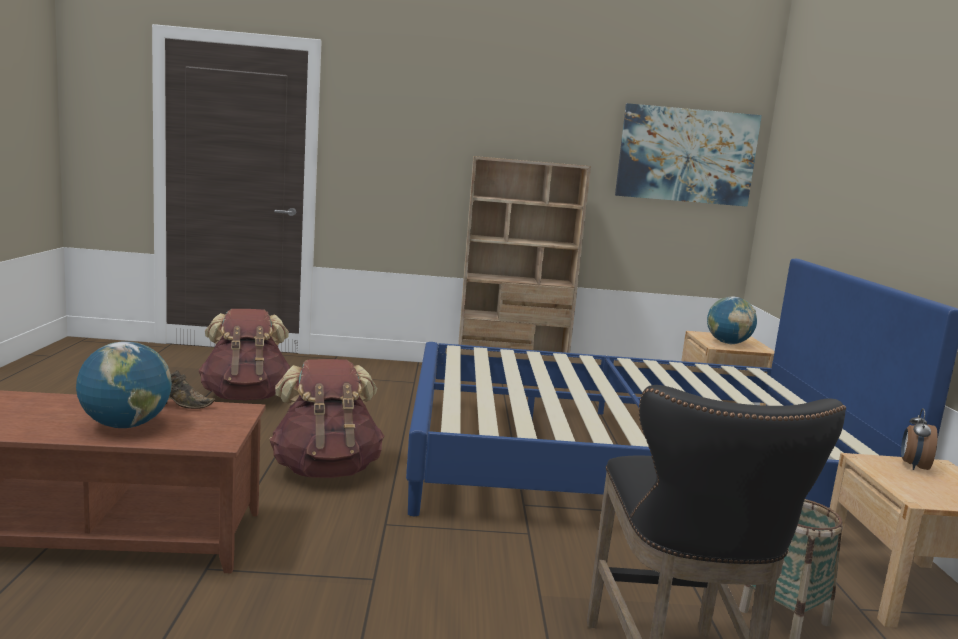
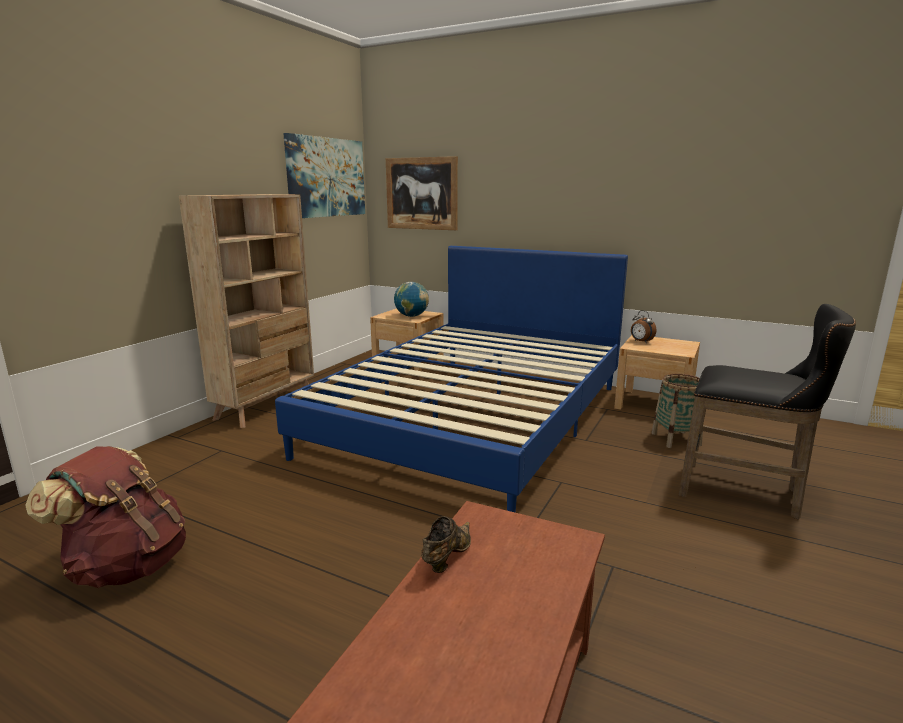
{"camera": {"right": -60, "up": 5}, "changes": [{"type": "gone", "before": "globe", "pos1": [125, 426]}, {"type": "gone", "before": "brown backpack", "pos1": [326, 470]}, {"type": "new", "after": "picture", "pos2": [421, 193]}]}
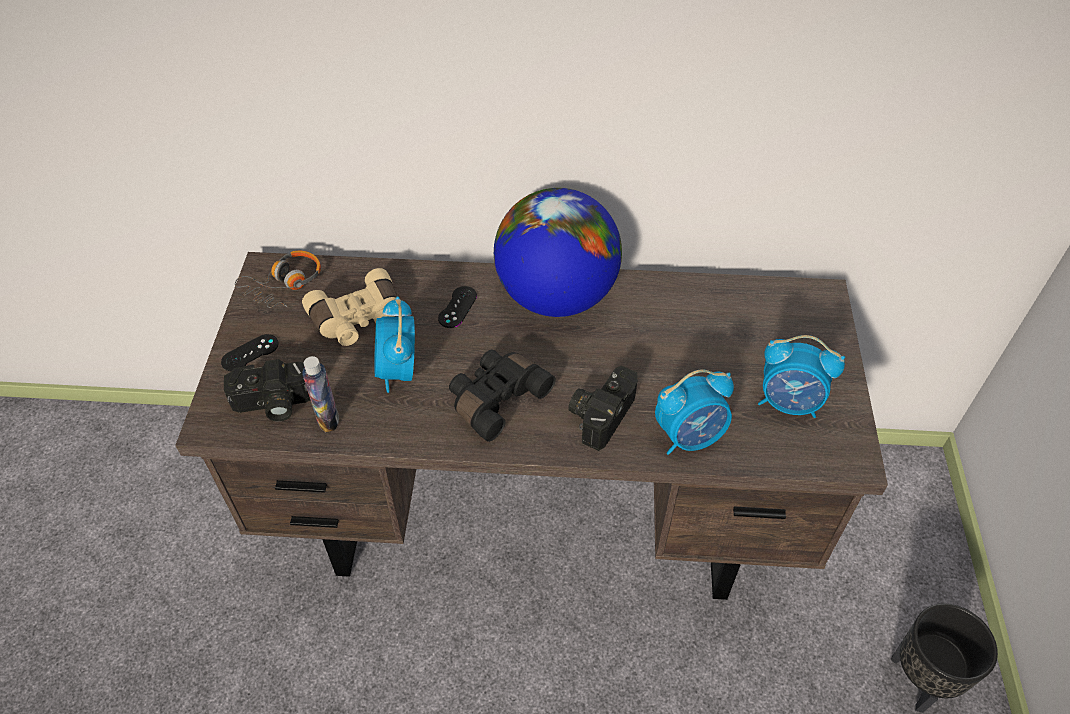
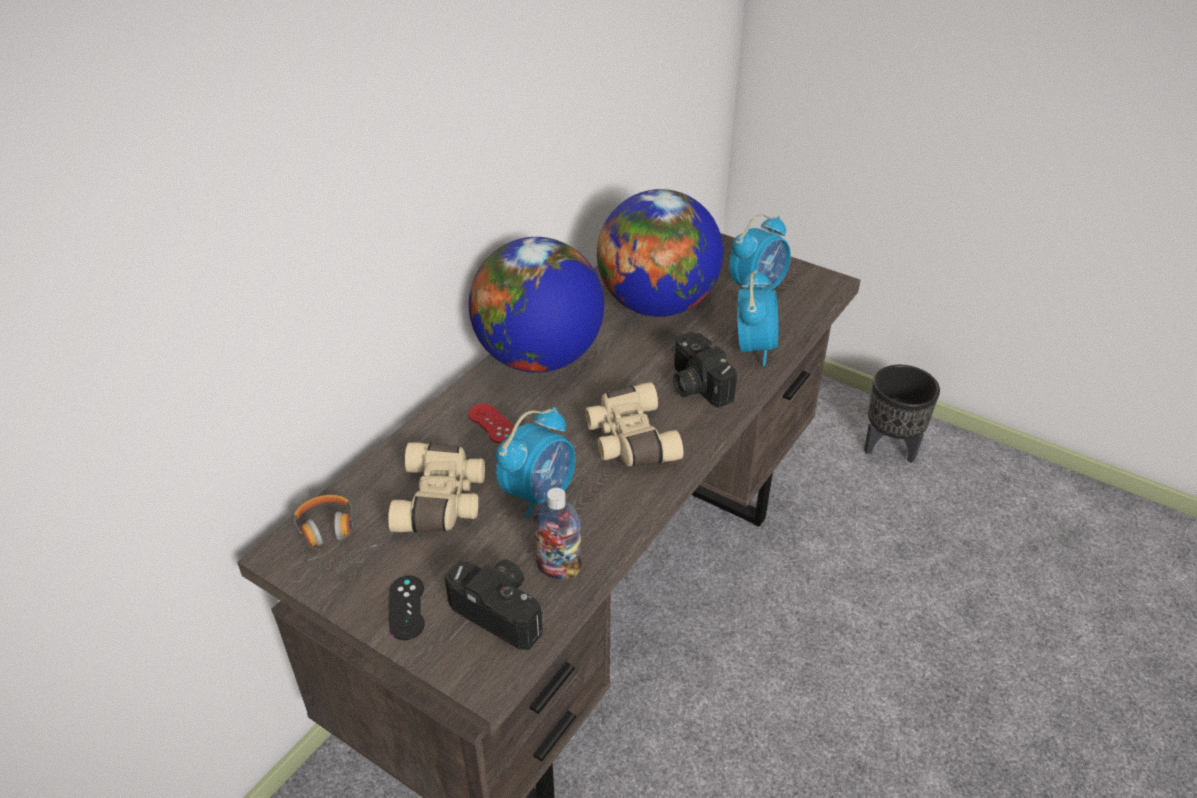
{"camera": {"right": -60, "up": -10}, "changes": [{"type": "rotated", "before": "photo camera", "pos1": [273, 405], "pos2": [503, 610], "turn": -75}, {"type": "rotated", "before": "alarm clock", "pos1": [398, 371], "pos2": [539, 494], "turn": -75}, {"type": "repainted", "before": "black game controller", "after": "red game controller", "pos1": [457, 307], "pos2": [492, 423]}, {"type": "repainted", "before": "black binoculars", "after": "beige binoculars", "pos1": [496, 398], "pos2": [628, 439]}, {"type": "new", "after": "globe", "pos2": [657, 305]}]}
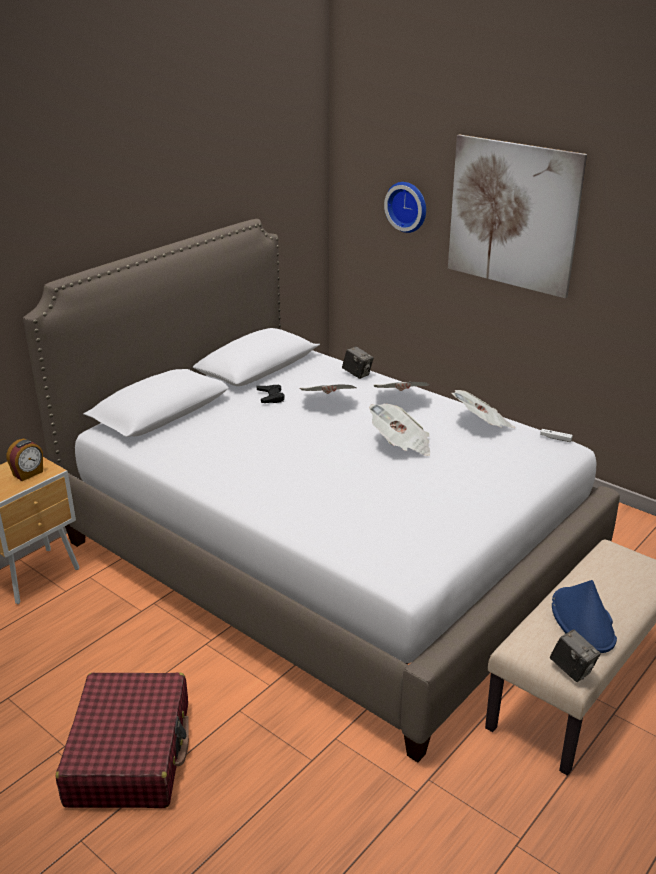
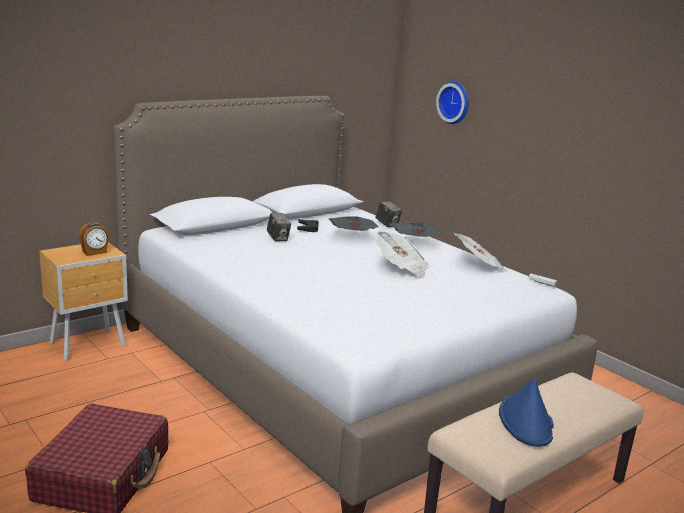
{"camera": {"right": 10, "up": -10}, "changes": [{"type": "gone", "before": "picture", "pos1": [513, 215]}, {"type": "shifted", "before": "photo camera", "pos1": [572, 670], "pos2": [278, 238]}]}
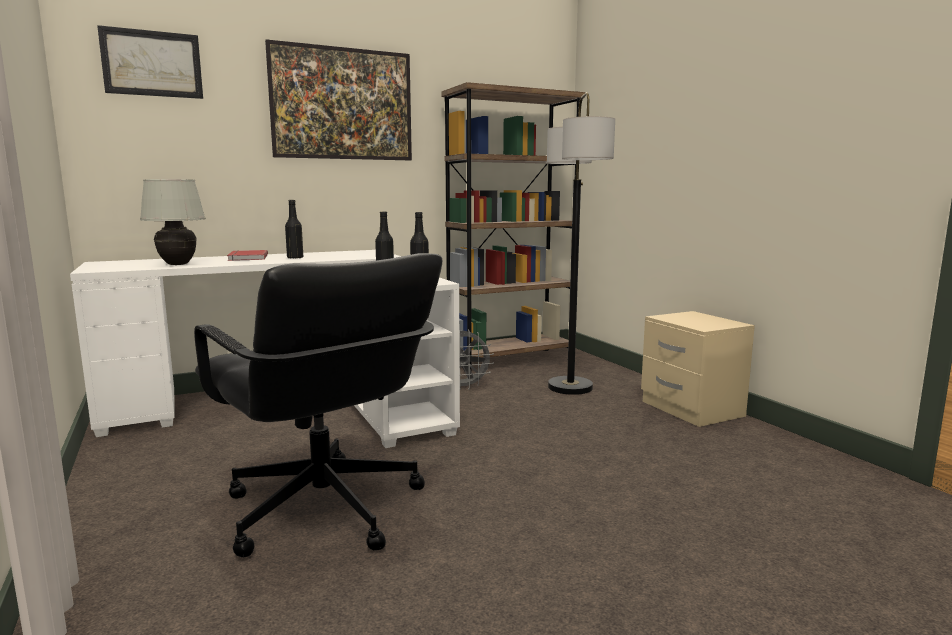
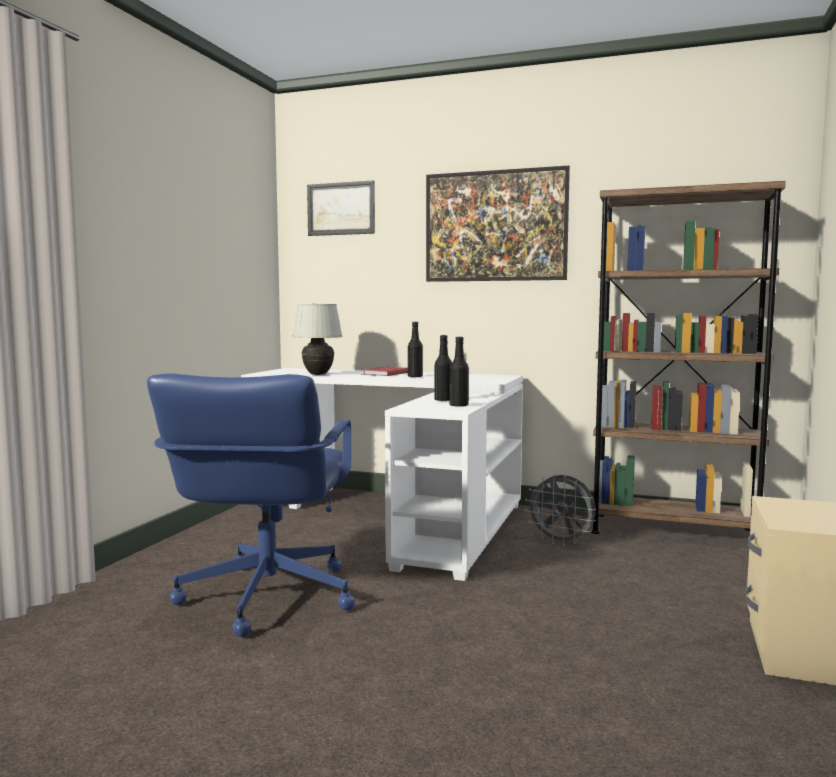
{"camera": {"right": 45, "up": -5}, "changes": [{"type": "repainted", "before": "black office chair", "after": "blue office chair", "pos1": [323, 510], "pos2": [266, 597]}, {"type": "gone", "before": "floor lamp", "pos1": [570, 387]}]}
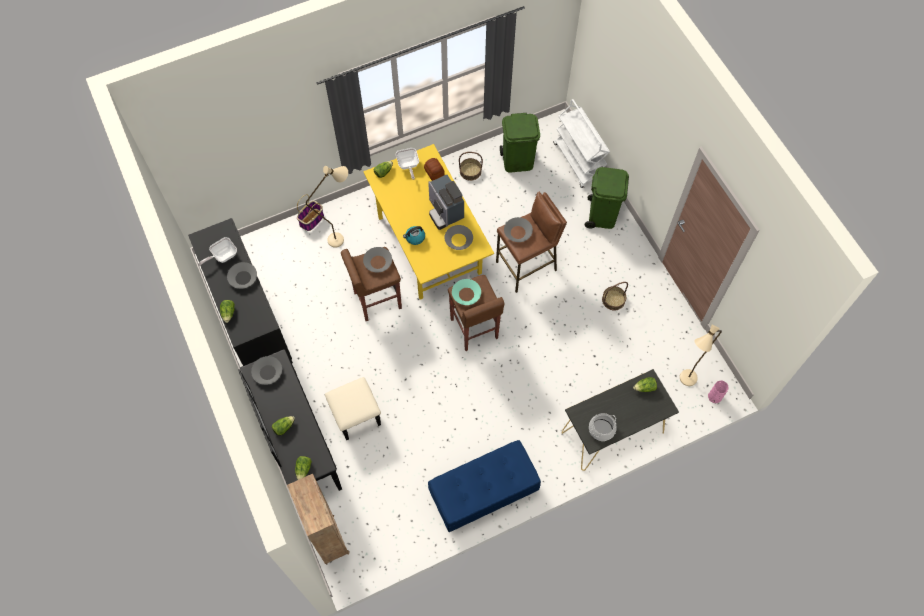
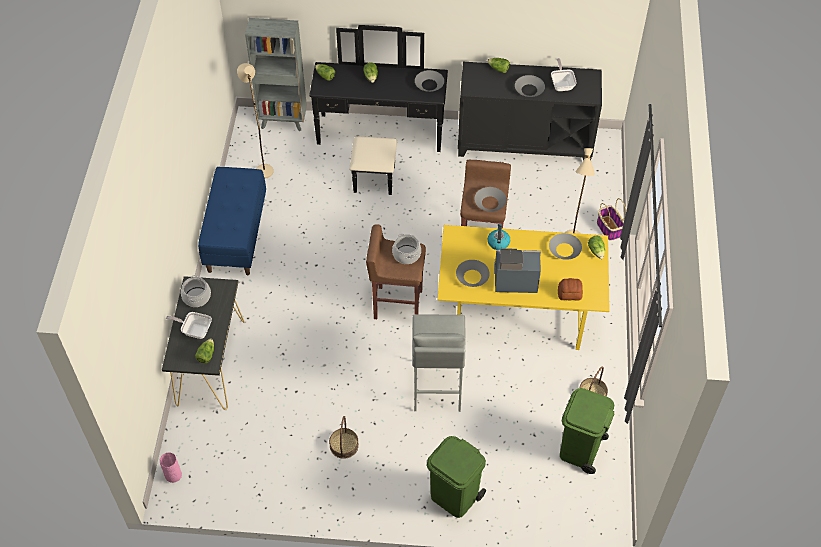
{"camera": {"right": 120, "up": -10}, "changes": [{"type": "repainted", "before": "brown bookcase", "after": "grey bookcase", "pos1": [329, 538], "pos2": [283, 121]}, {"type": "shifted", "before": "frying pan", "pos1": [408, 166], "pos2": [194, 330]}, {"type": "swapped", "before": "turquoise bowl", "after": "cooking pot", "pos1": [466, 294], "pos2": [407, 254]}, {"type": "repainted", "before": "brown stool", "after": "grey stool", "pos1": [527, 267], "pos2": [436, 385]}, {"type": "shifted", "before": "grey bowl", "pos1": [518, 232], "pos2": [564, 249]}, {"type": "gone", "before": "white cart", "pos1": [579, 161]}, {"type": "shifted", "before": "beige floor lamp", "pos1": [684, 383], "pos2": [262, 166]}]}
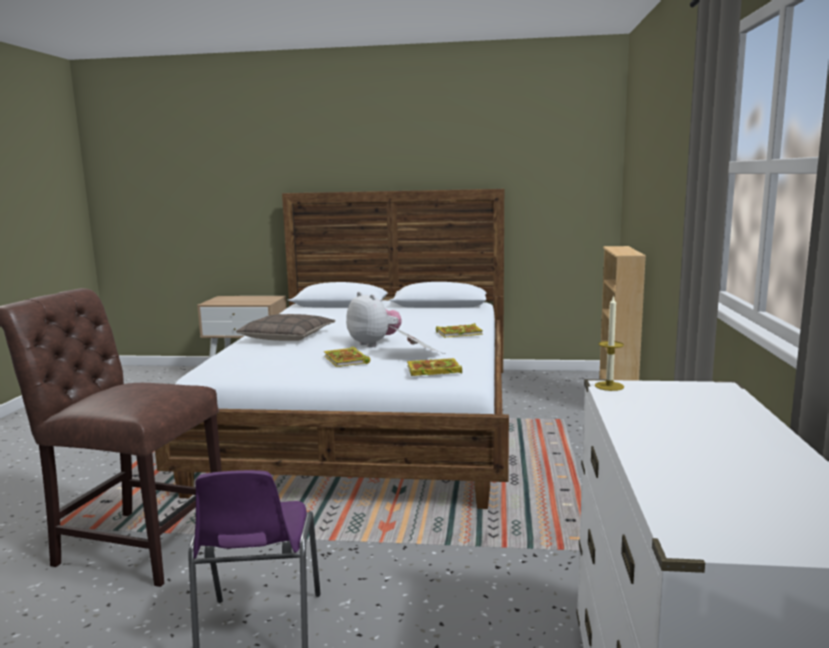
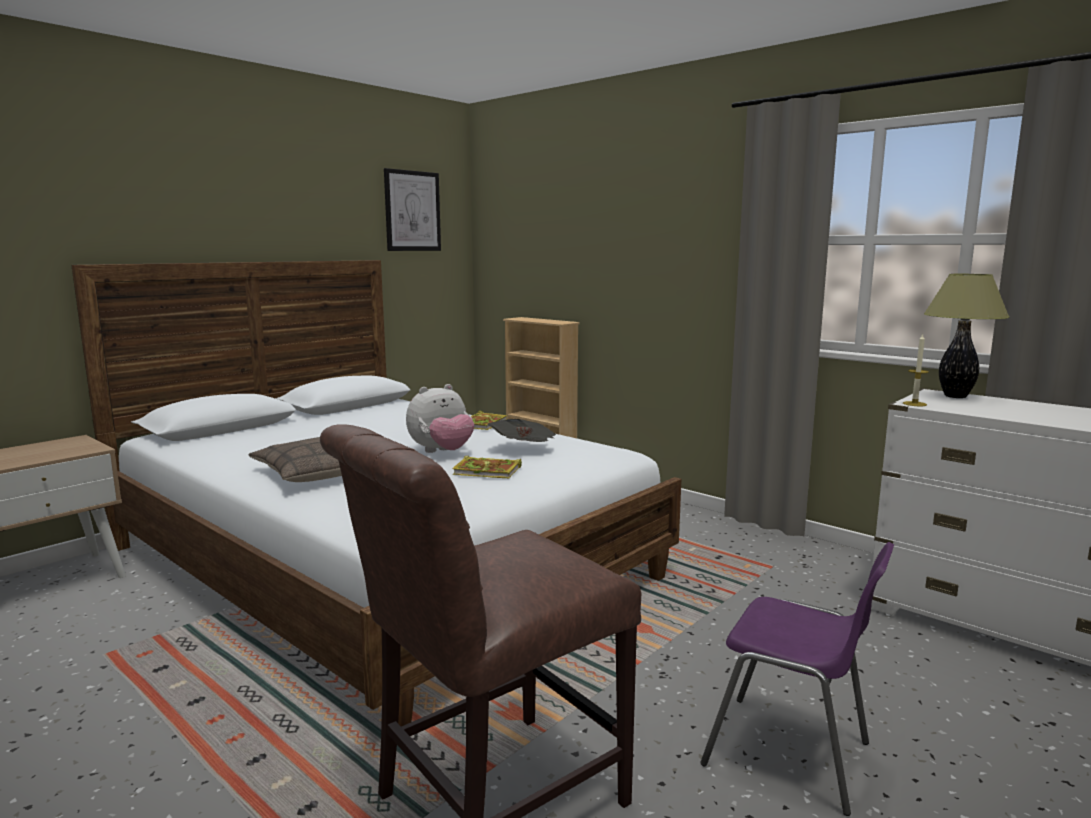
{"camera": {"right": -55, "up": 0}, "changes": [{"type": "rotated", "before": "plush toy", "pos1": [374, 343], "pos2": [442, 452], "turn": 150}, {"type": "gone", "before": "book", "pos1": [432, 371]}, {"type": "new", "after": "picture", "pos2": [412, 211]}, {"type": "new", "after": "table lamp", "pos2": [955, 396]}]}
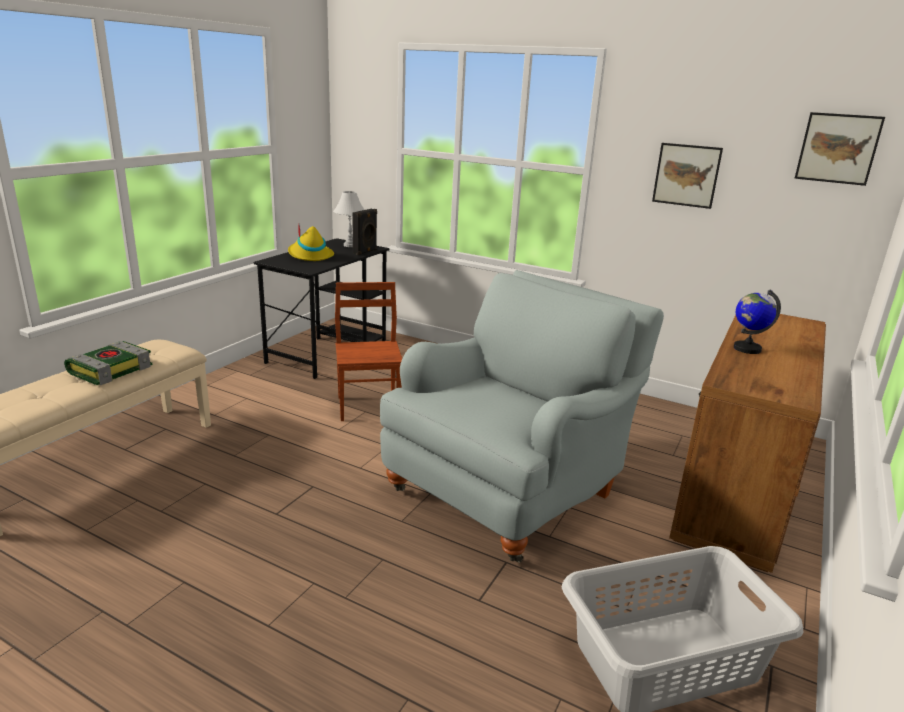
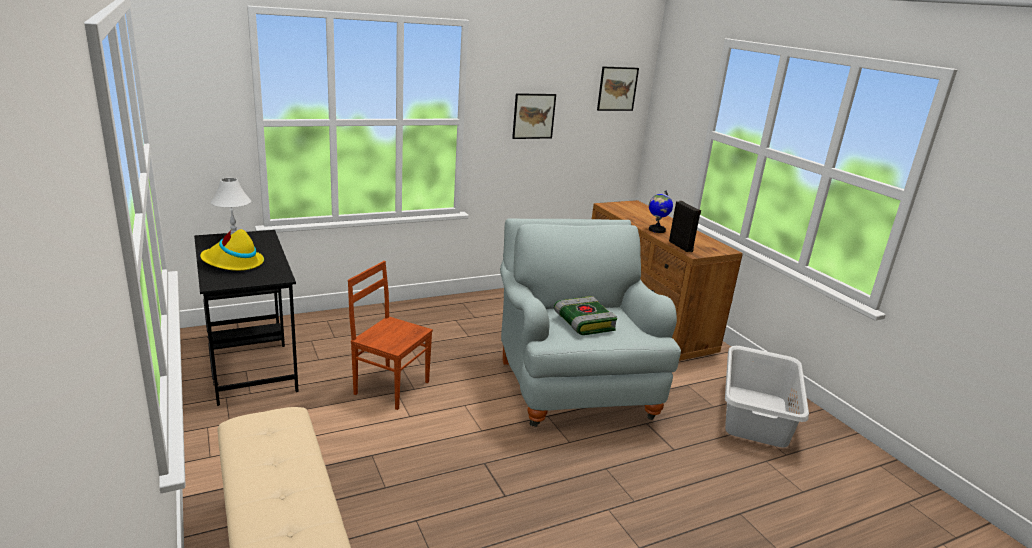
{"camera": {"right": -55, "up": 0}, "changes": [{"type": "shifted", "before": "book", "pos1": [111, 369], "pos2": [582, 322]}, {"type": "shifted", "before": "black speaker", "pos1": [365, 252], "pos2": [681, 246]}]}
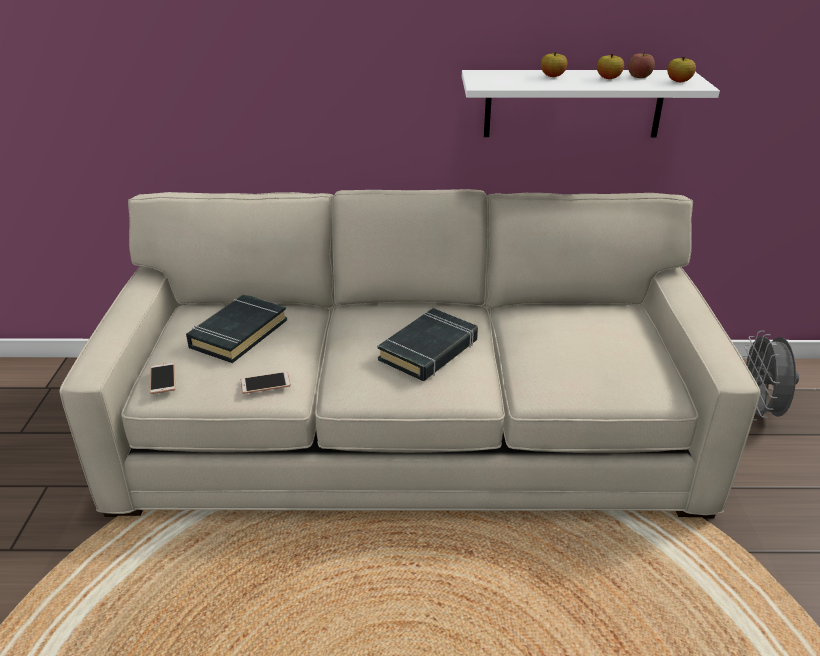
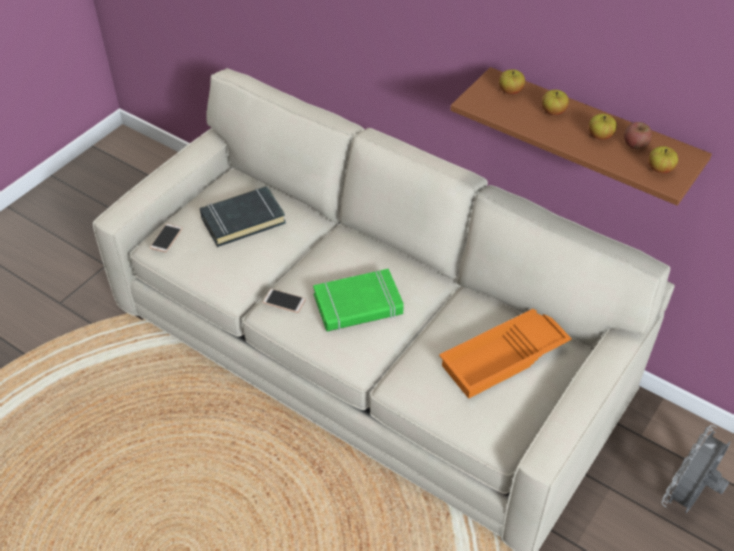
{"camera": {"right": 35, "up": 15}, "changes": [{"type": "shifted", "before": "phone", "pos1": [265, 383], "pos2": [284, 301]}, {"type": "repainted", "before": "black book", "after": "green book", "pos1": [429, 350], "pos2": [358, 305]}, {"type": "repainted", "before": "white shelf", "after": "brown shelf", "pos1": [573, 104], "pos2": [589, 135]}, {"type": "new", "after": "orange tray", "pos2": [504, 359]}, {"type": "new", "after": "apple", "pos2": [510, 91]}]}
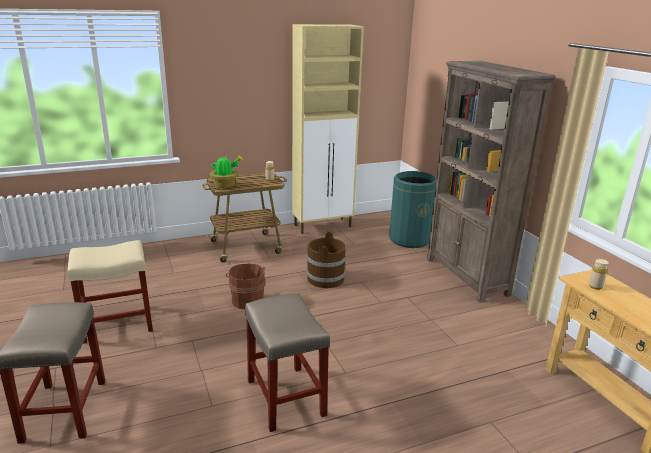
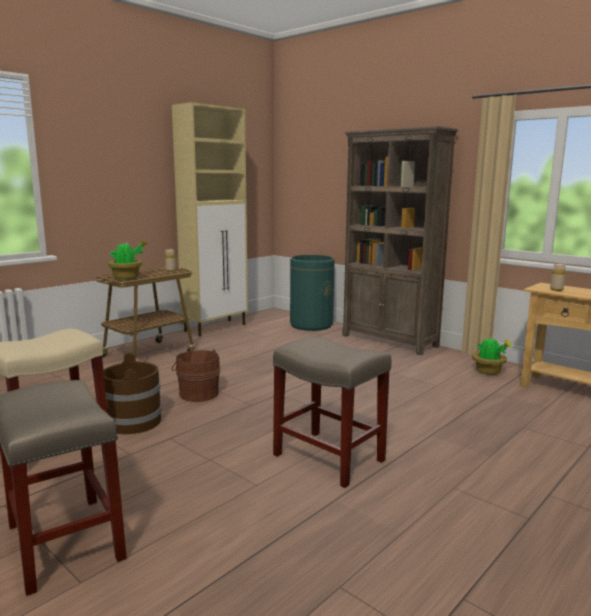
{"camera": {"right": -25, "up": -10}, "changes": [{"type": "shifted", "before": "brown bucket", "pos1": [325, 278], "pos2": [133, 421]}, {"type": "new", "after": "potted plant", "pos2": [489, 372]}]}
